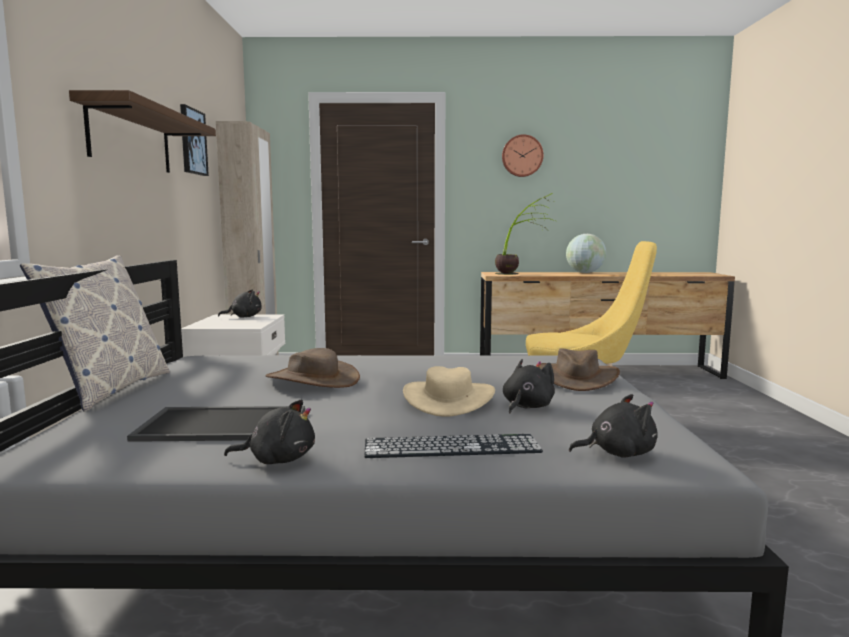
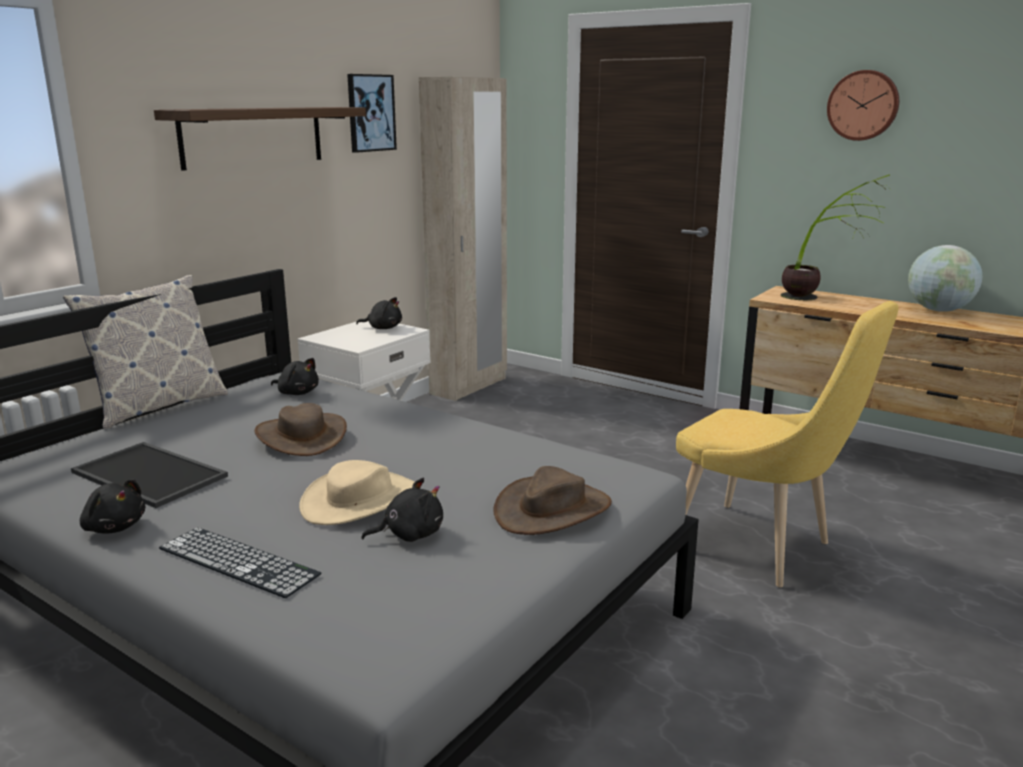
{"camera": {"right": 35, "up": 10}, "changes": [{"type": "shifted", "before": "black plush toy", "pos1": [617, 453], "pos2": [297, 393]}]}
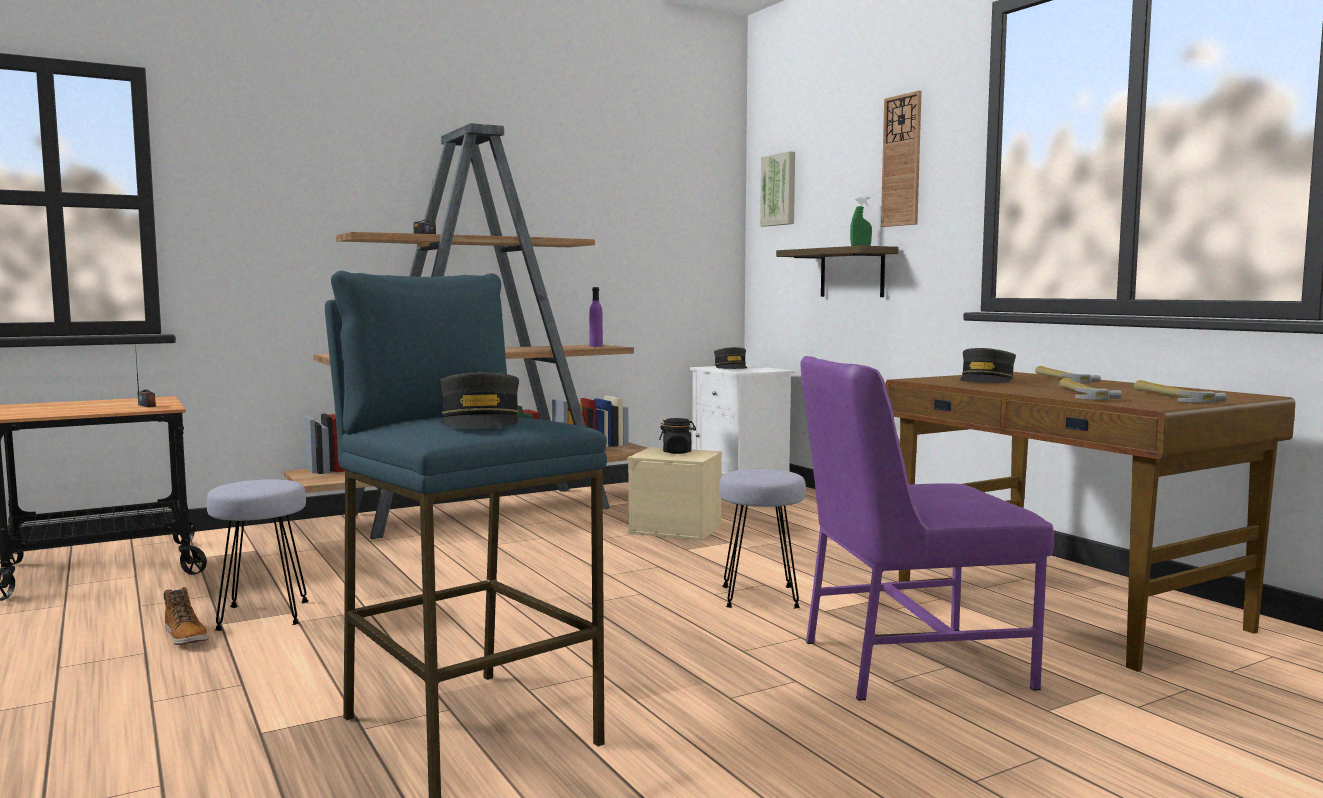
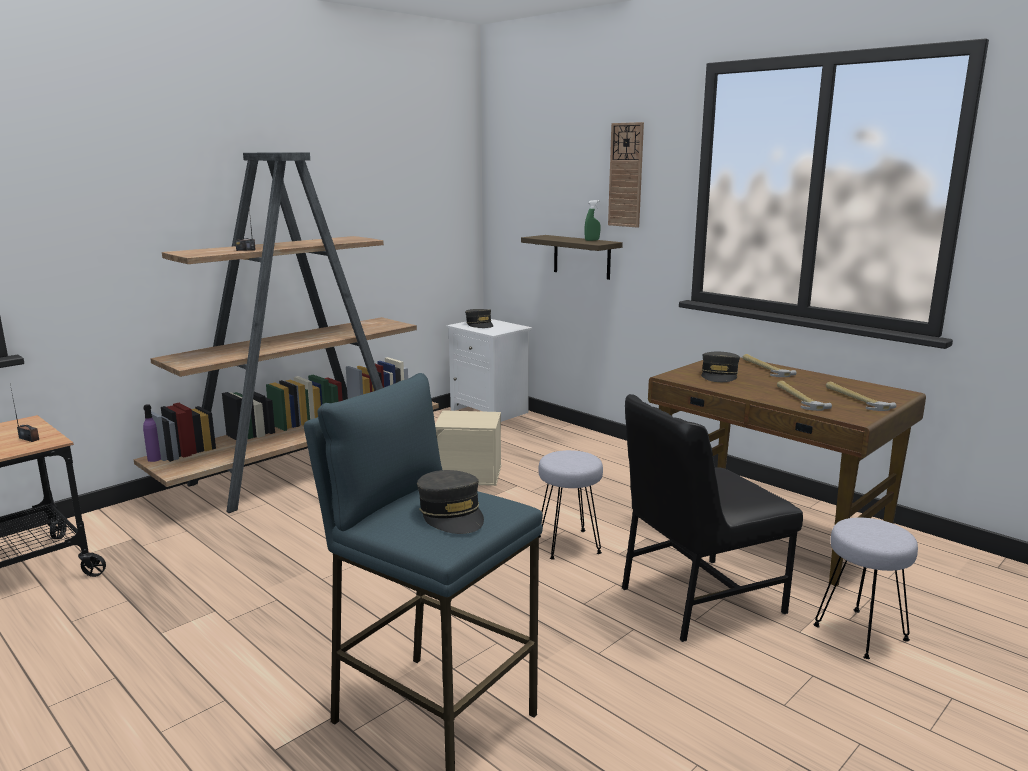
{"camera": {"right": -15, "up": 10}, "changes": [{"type": "gone", "before": "boot", "pos1": [186, 636]}, {"type": "shifted", "before": "grey stool", "pos1": [262, 615], "pos2": [859, 633]}, {"type": "shifted", "before": "purple bottle", "pos1": [596, 346], "pos2": [154, 459]}, {"type": "gone", "before": "black jar", "pos1": [677, 452]}, {"type": "gone", "before": "picture", "pos1": [780, 190]}, {"type": "repainted", "before": "purple chair", "after": "black chair", "pos1": [909, 662], "pos2": [697, 599]}]}
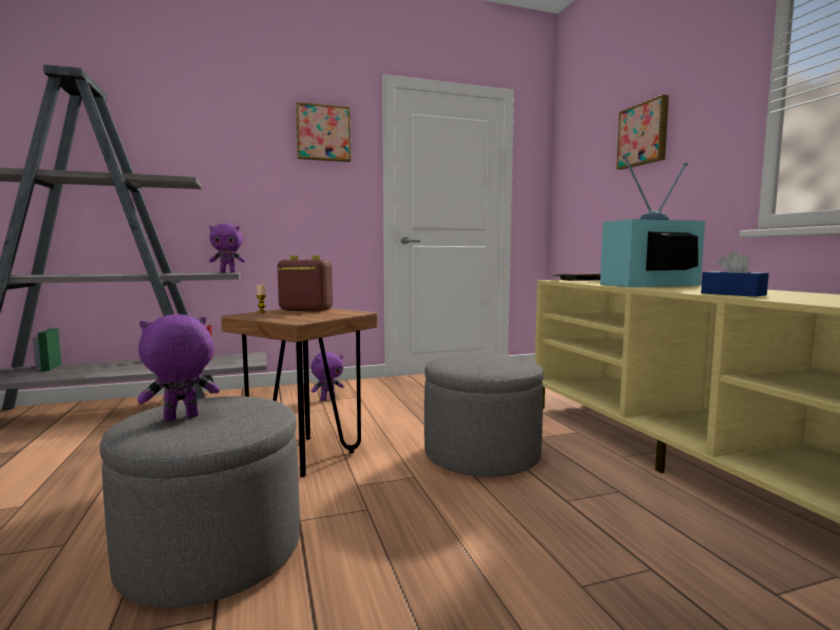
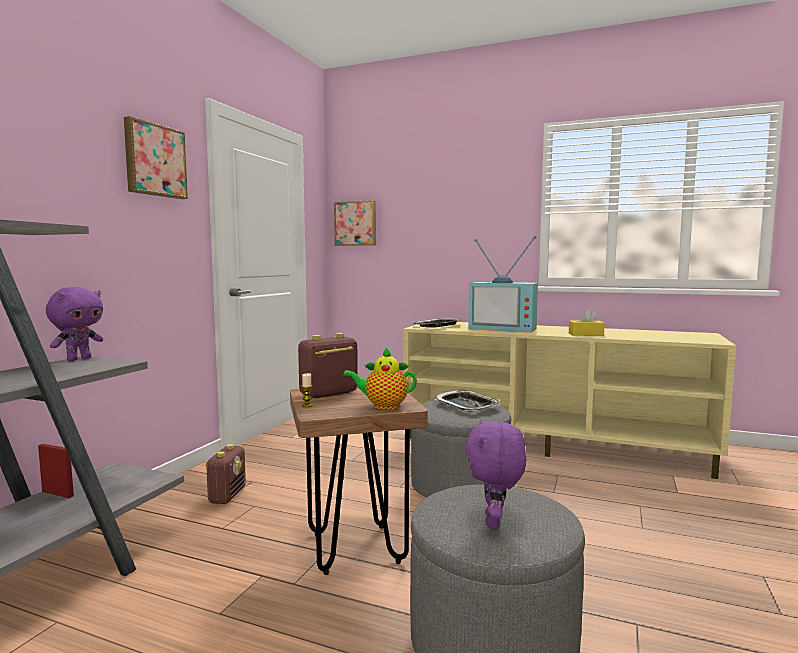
{"camera": {"right": -50, "up": 0}, "changes": [{"type": "swapped", "before": "purple plush toy", "after": "radio", "pos1": [328, 399], "pos2": [227, 495]}, {"type": "rotated", "before": "television", "pos1": [651, 285], "pos2": [504, 328], "turn": -90}, {"type": "shifted", "before": "picture", "pos1": [644, 134], "pos2": [356, 223]}, {"type": "repainted", "before": "blue tissue box", "after": "yellow tissue box", "pos1": [733, 294], "pos2": [585, 334]}, {"type": "new", "after": "teapot", "pos2": [383, 406]}, {"type": "new", "after": "tray", "pos2": [467, 405]}]}
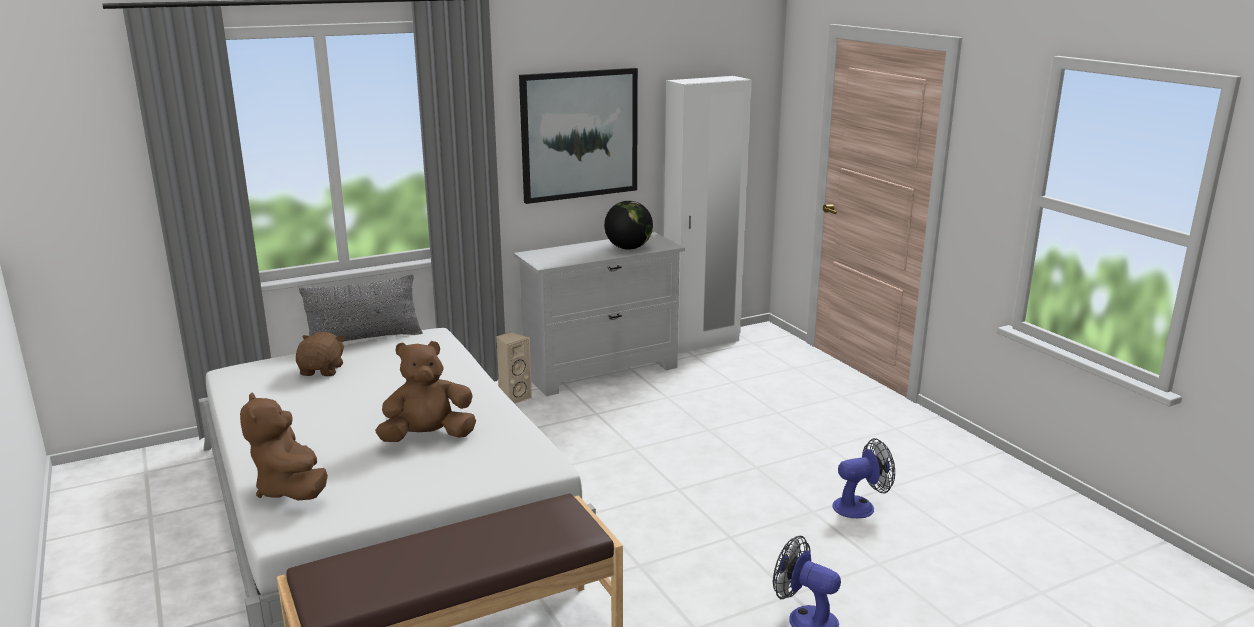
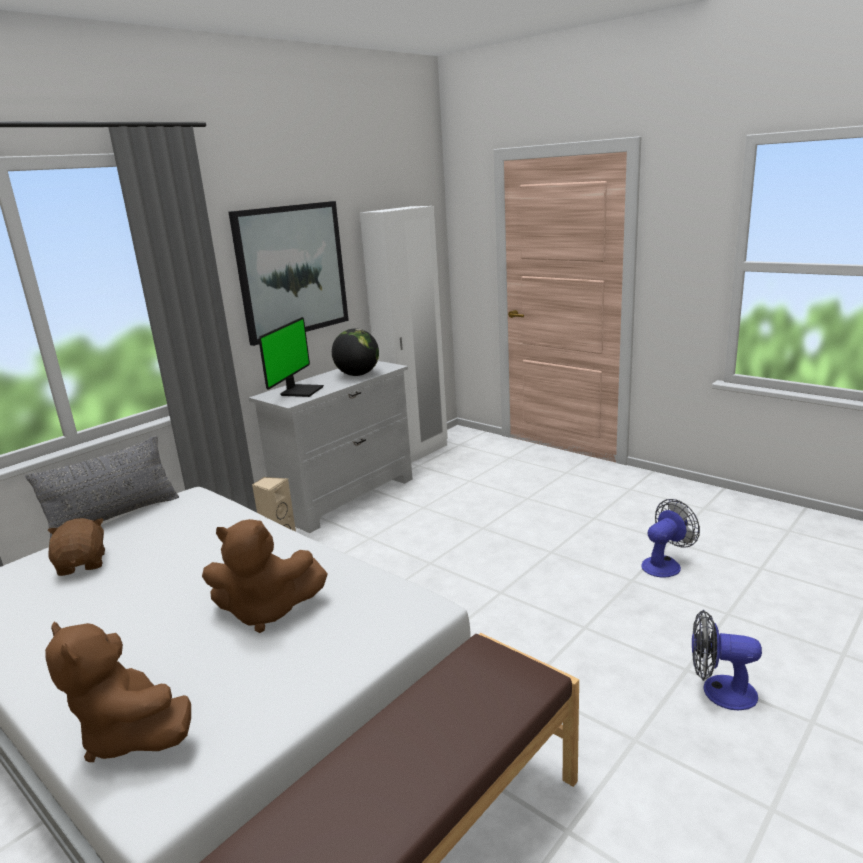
{"camera": {"right": -20, "up": 0}, "changes": [{"type": "rotated", "before": "brown plush toy", "pos1": [428, 437], "pos2": [266, 611], "turn": -135}, {"type": "new", "after": "monitor", "pos2": [300, 391]}]}
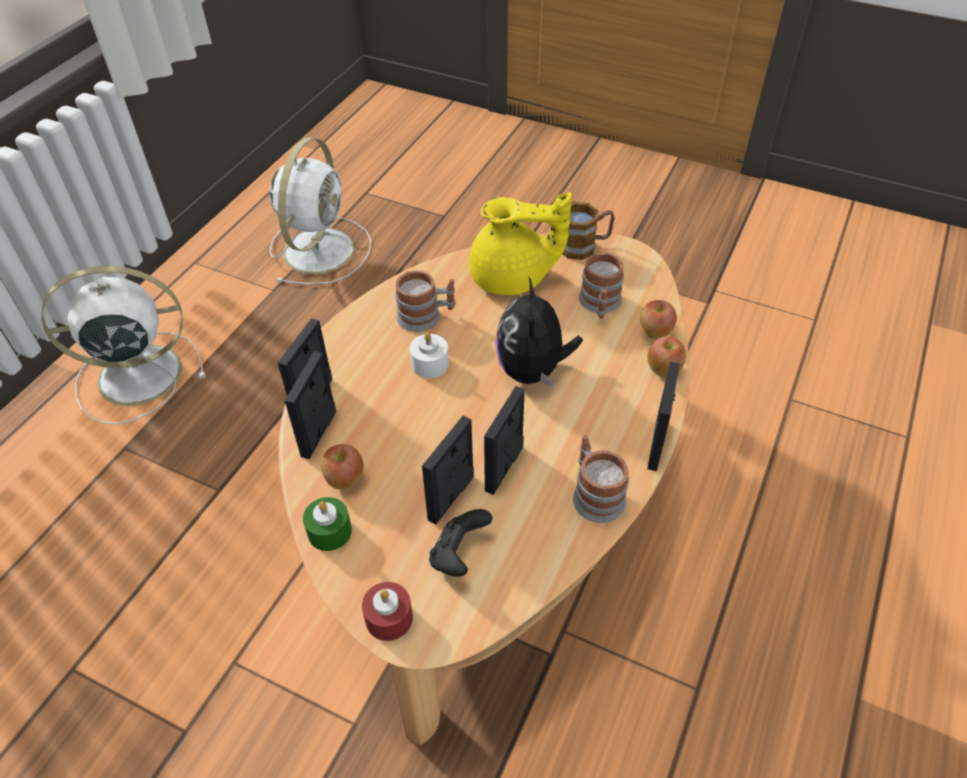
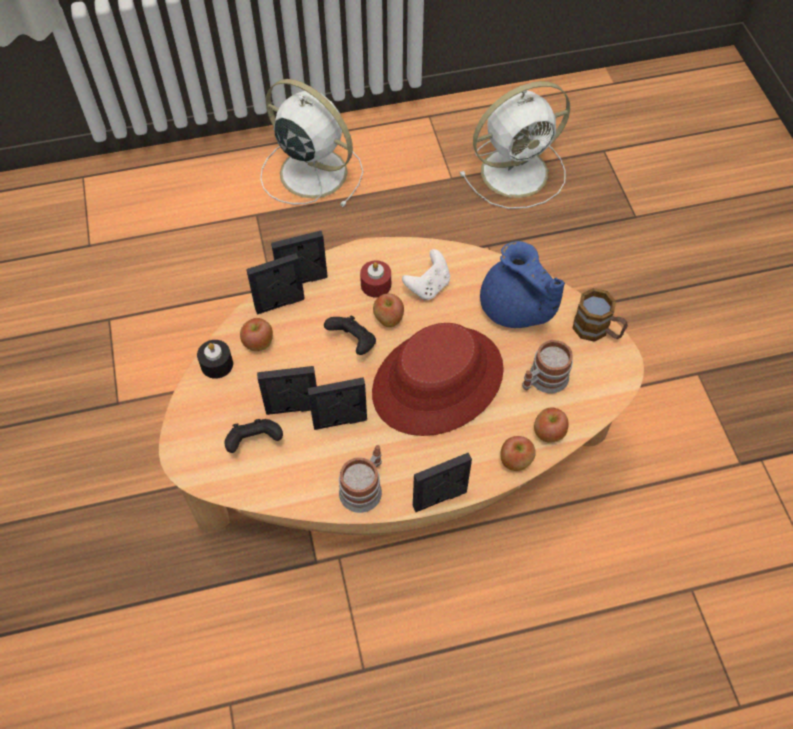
{"camera": {"right": 50, "up": 10}, "changes": [{"type": "repainted", "before": "green candle", "after": "black candle", "pos1": [329, 531], "pos2": [217, 364]}, {"type": "shifted", "before": "red candle", "pos1": [389, 618], "pos2": [376, 284]}, {"type": "swapped", "before": "mug", "after": "white game controller", "pos1": [426, 316], "pos2": [428, 286]}, {"type": "swapped", "before": "white candle", "after": "apple", "pos1": [430, 364], "pos2": [388, 319]}, {"type": "repainted", "before": "yellow teapot", "after": "blue teapot", "pos1": [512, 278], "pos2": [515, 309]}, {"type": "swapped", "before": "plush toy", "after": "red hat", "pos1": [533, 371], "pos2": [438, 381]}, {"type": "new", "after": "black game controller", "pos2": [353, 343]}]}
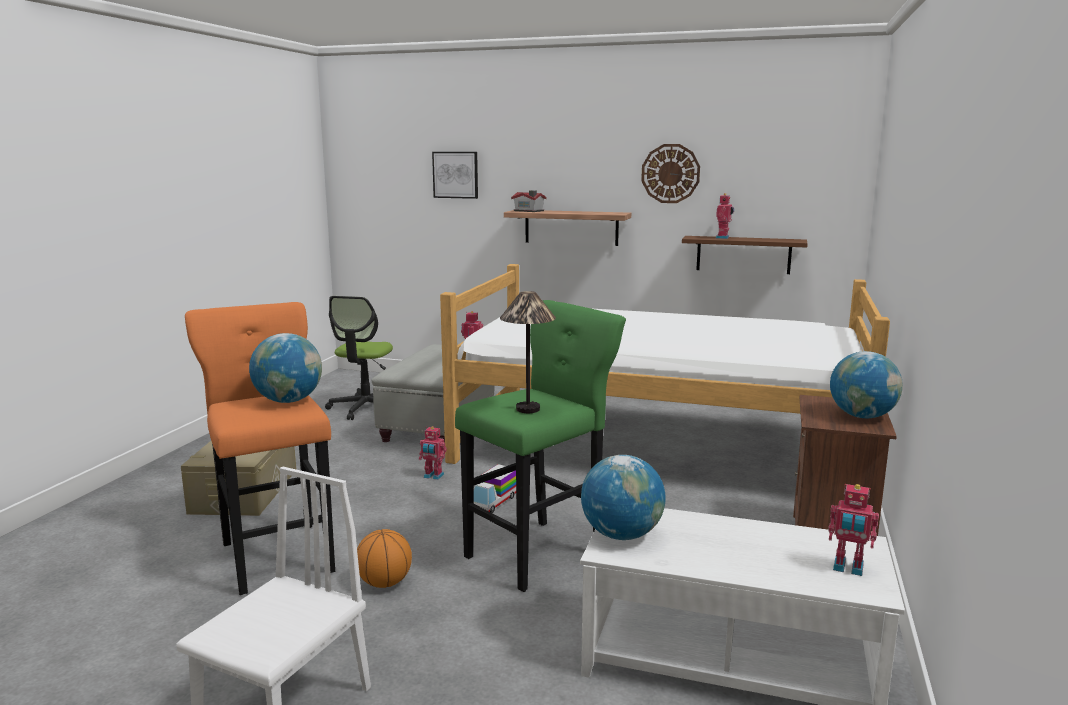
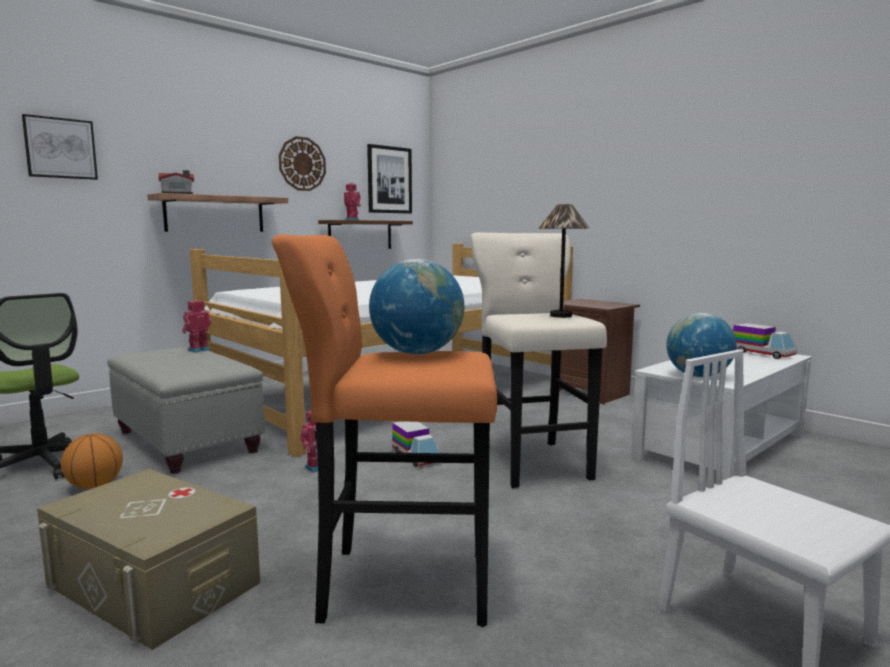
{"camera": {"right": -60, "up": -5}, "changes": [{"type": "shifted", "before": "basketball", "pos1": [385, 583], "pos2": [95, 486]}, {"type": "repainted", "before": "green stool", "after": "beige stool", "pos1": [539, 552], "pos2": [532, 461]}, {"type": "swapped", "before": "toy robot", "after": "toy truck", "pos1": [848, 568], "pos2": [762, 354]}, {"type": "gone", "before": "globe", "pos1": [862, 416]}, {"type": "new", "after": "picture", "pos2": [389, 180]}]}
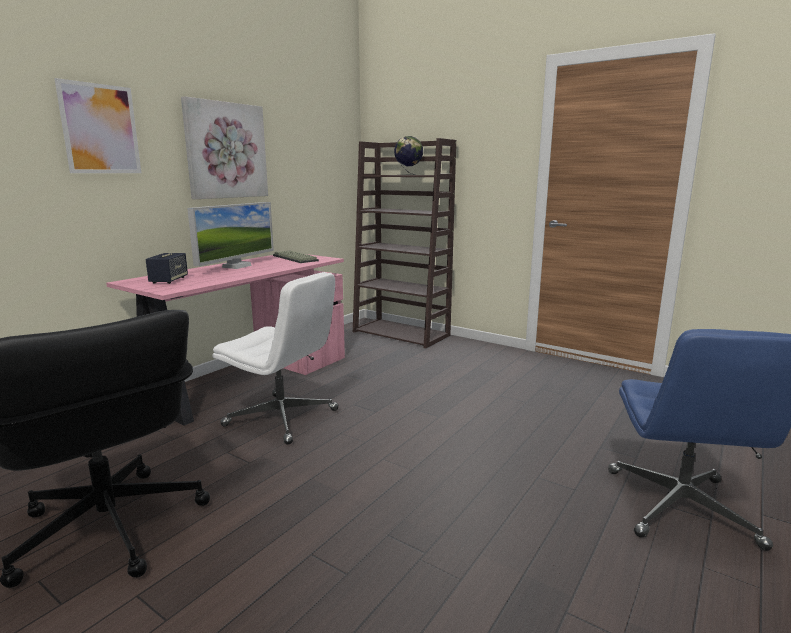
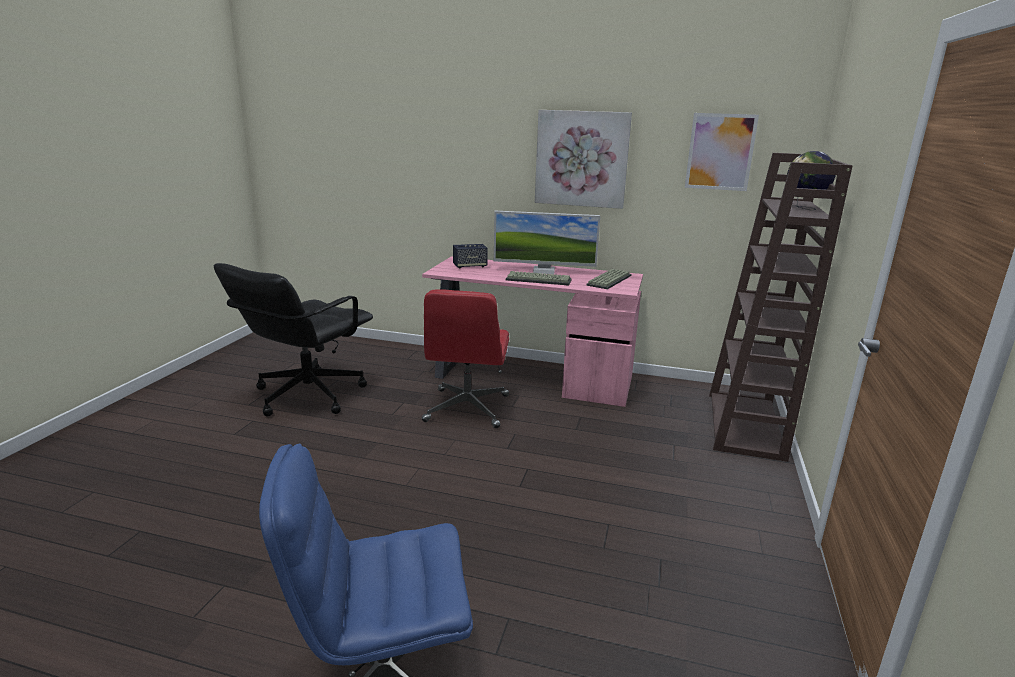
{"camera": {"right": 70, "up": 5}, "changes": [{"type": "shifted", "before": "picture", "pos1": [100, 129], "pos2": [720, 152]}, {"type": "repainted", "before": "white office chair", "after": "red office chair", "pos1": [283, 418], "pos2": [467, 409]}, {"type": "new", "after": "keyboard", "pos2": [539, 279]}]}
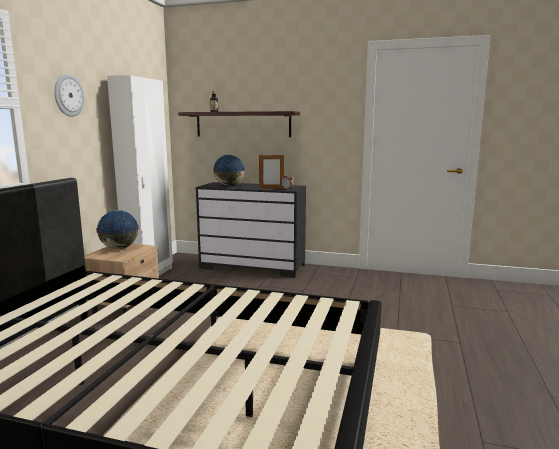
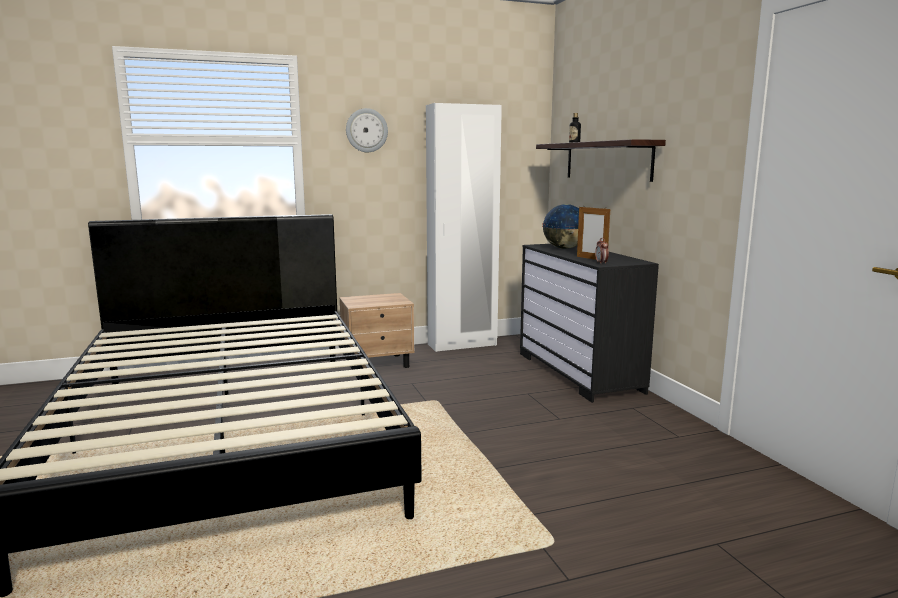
{"camera": {"right": 55, "up": 0}, "changes": [{"type": "gone", "before": "globe", "pos1": [119, 248]}]}
